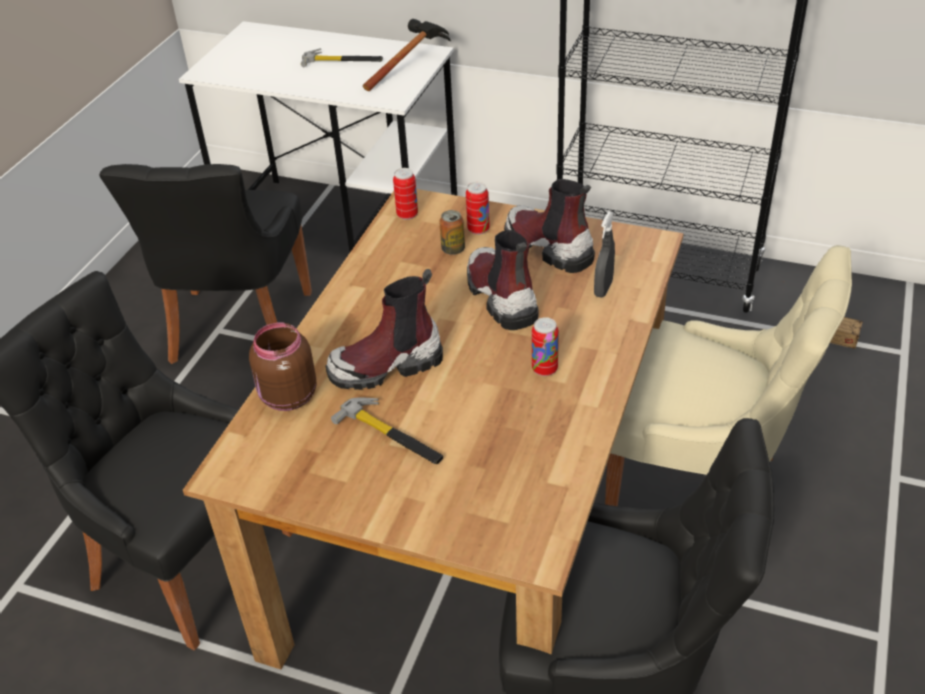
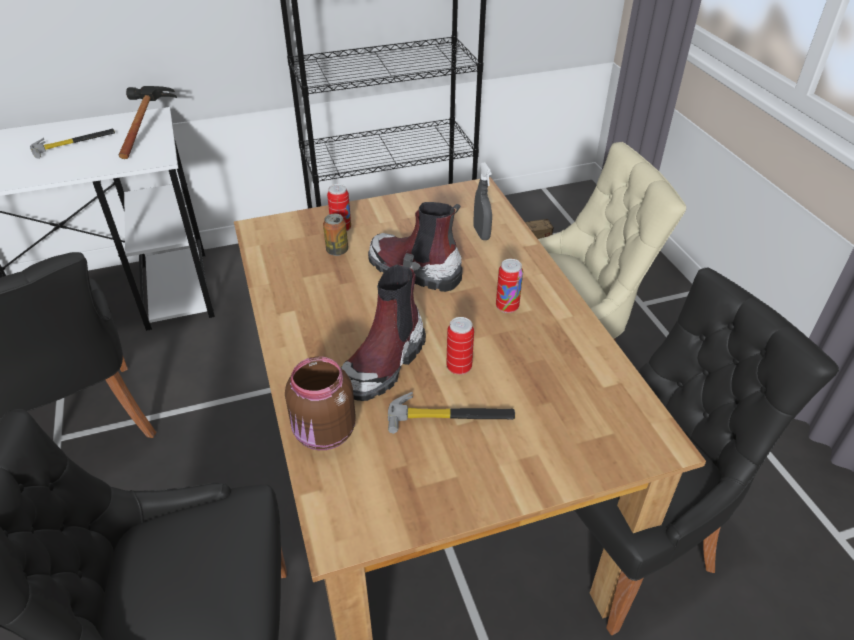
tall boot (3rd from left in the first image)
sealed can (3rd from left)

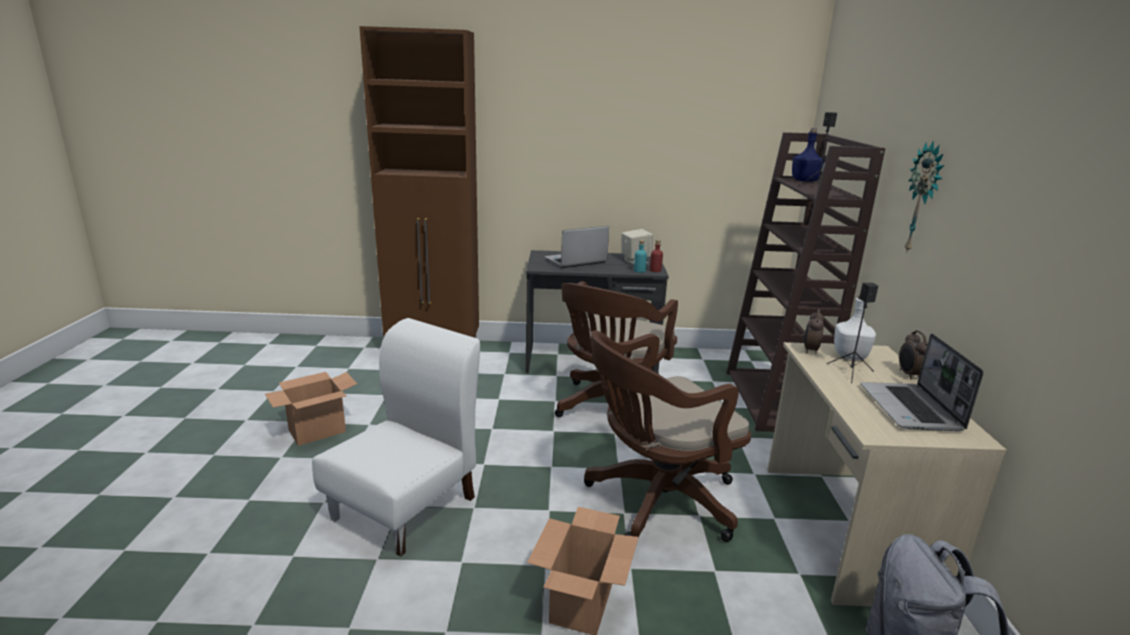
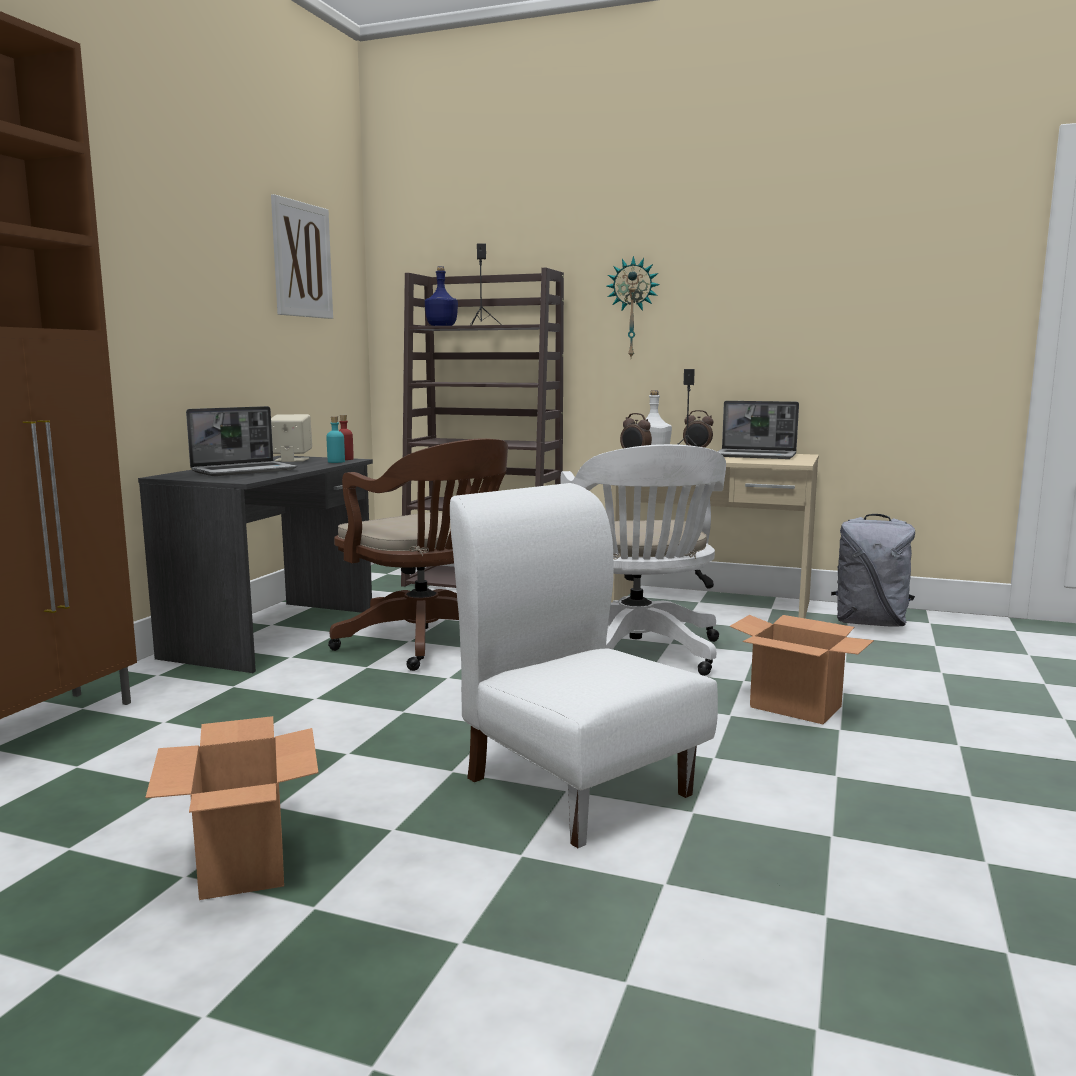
wall picture
white-coloured desk chair
notebook computer (1st from left)

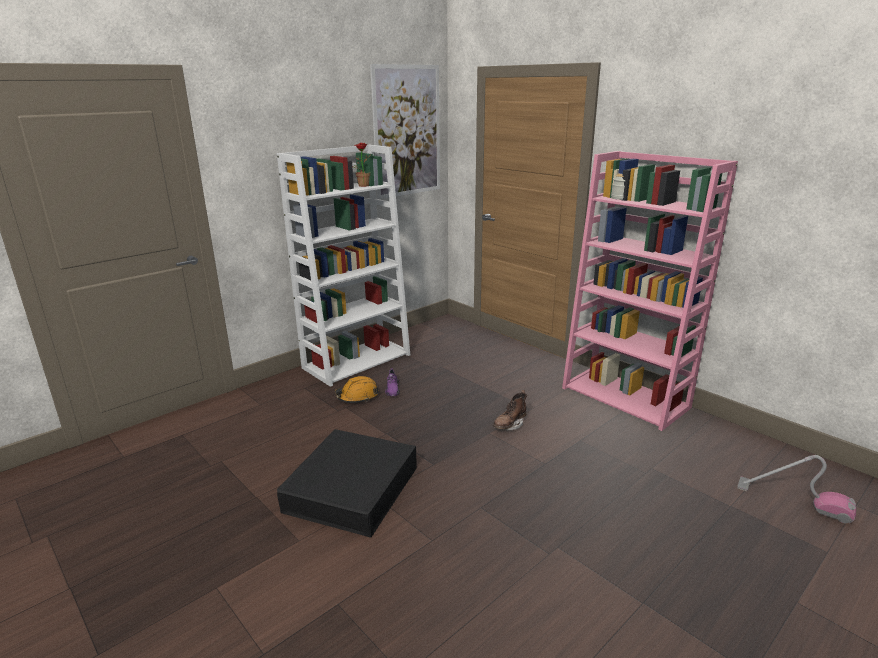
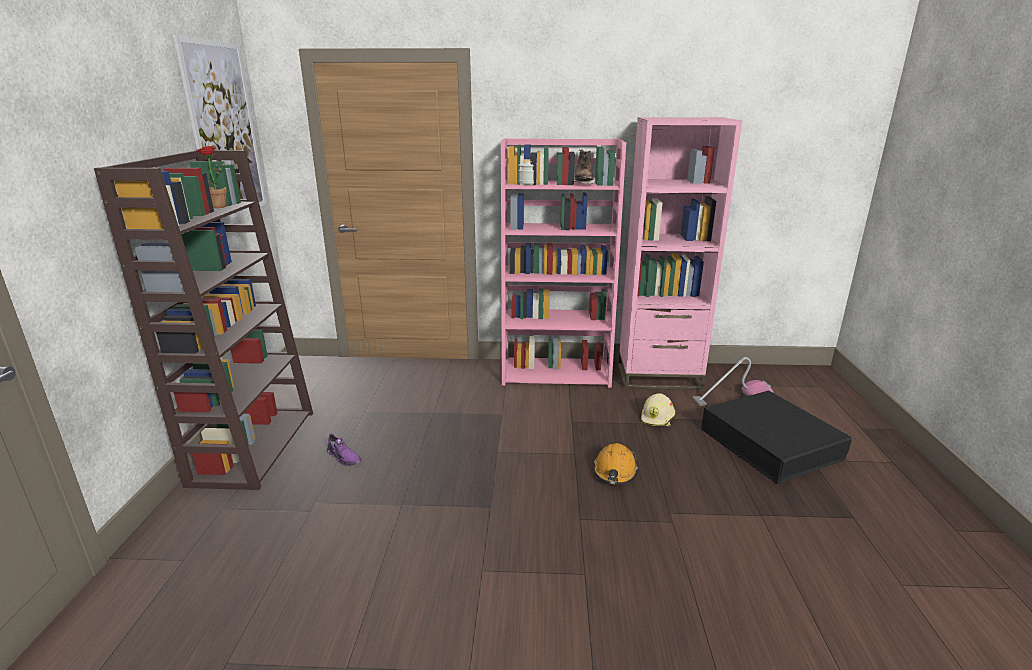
pinkish bookshelf (2nd from left)
beige-coloured work helmet
black-coloured storage box
orangey work helmet
brown-coloured tall boot
brown-coloured bookshelf

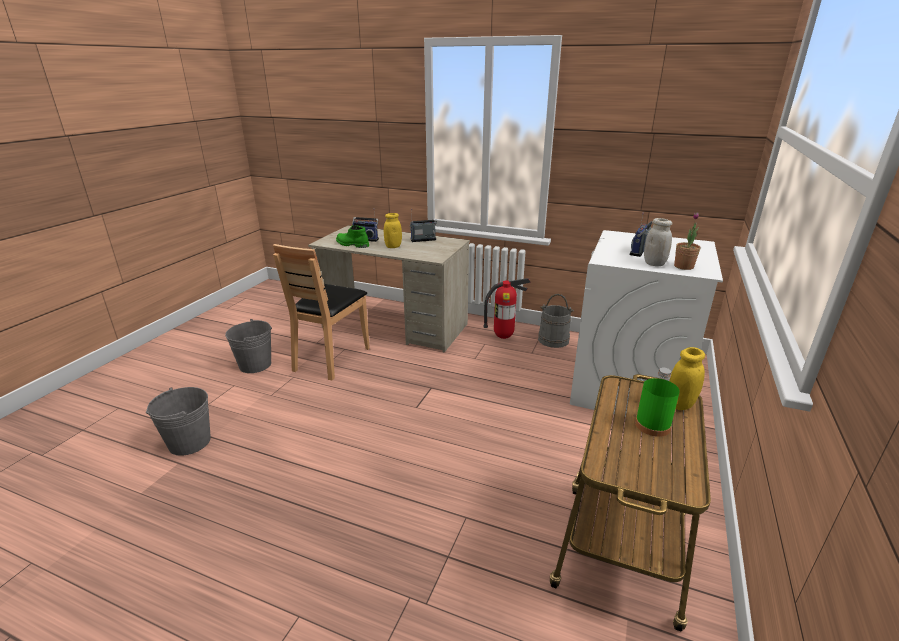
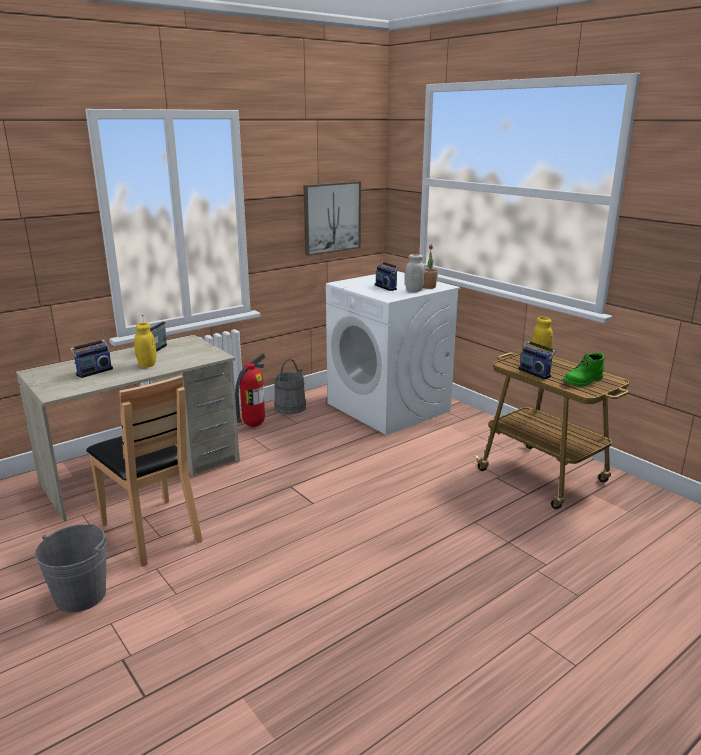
gray water bucket (1st from left in the first image)
greenish bottle
wall picture
radio receiver (4th from left)
greenish tall boot

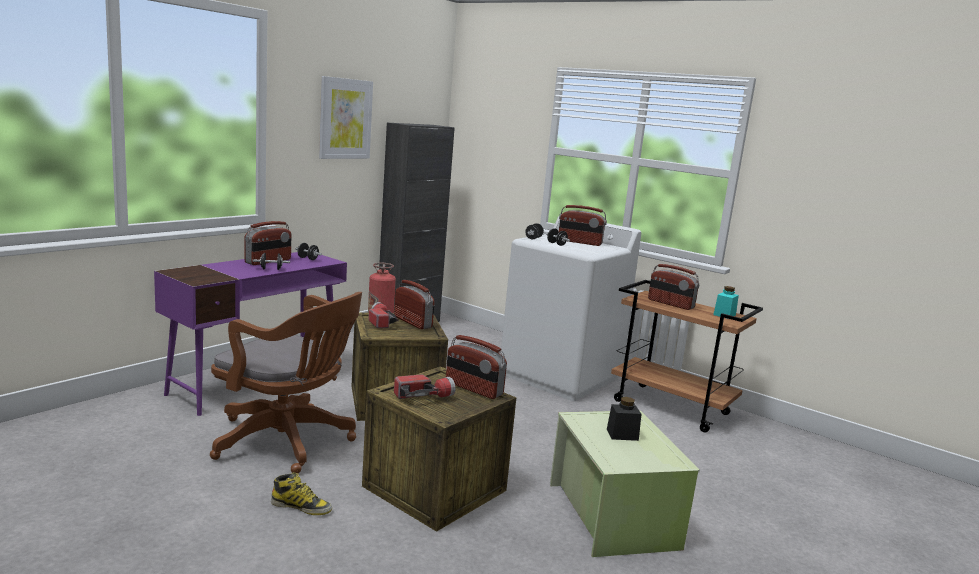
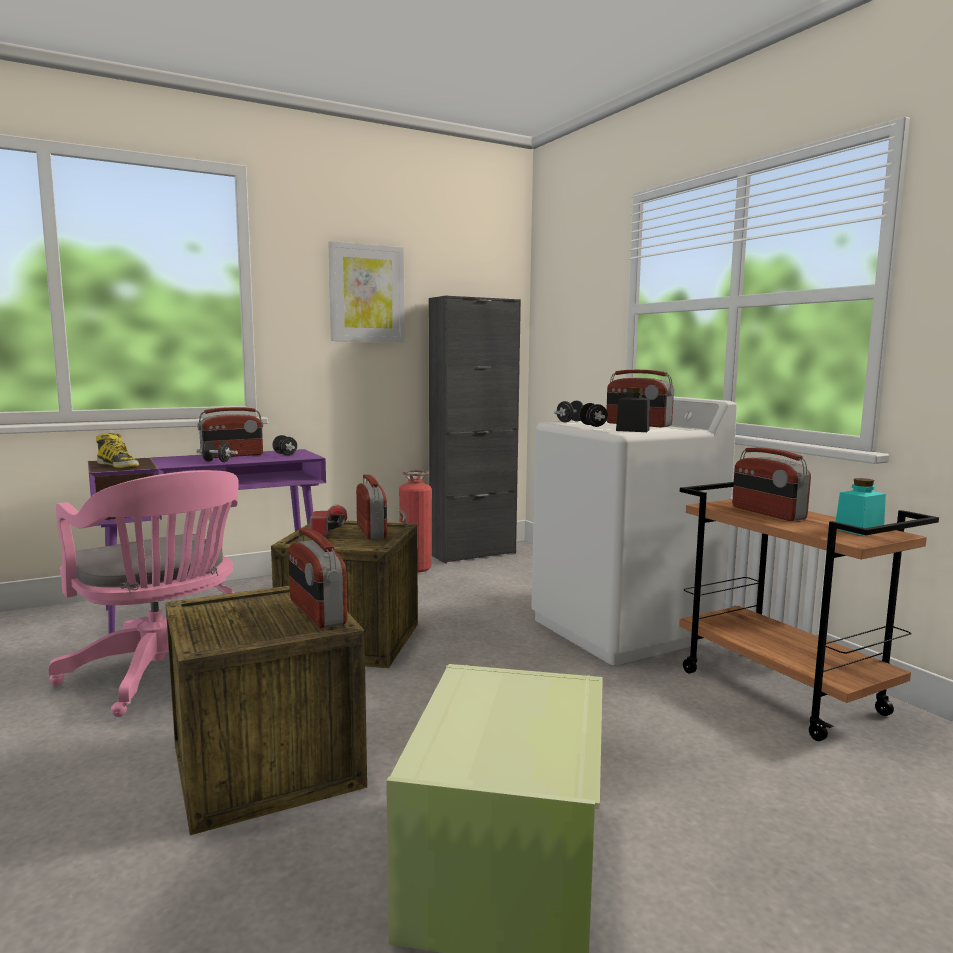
flashlight (2nd from left in the first image)
tall boot
black-coloured preserve jar
pinkish desk chair

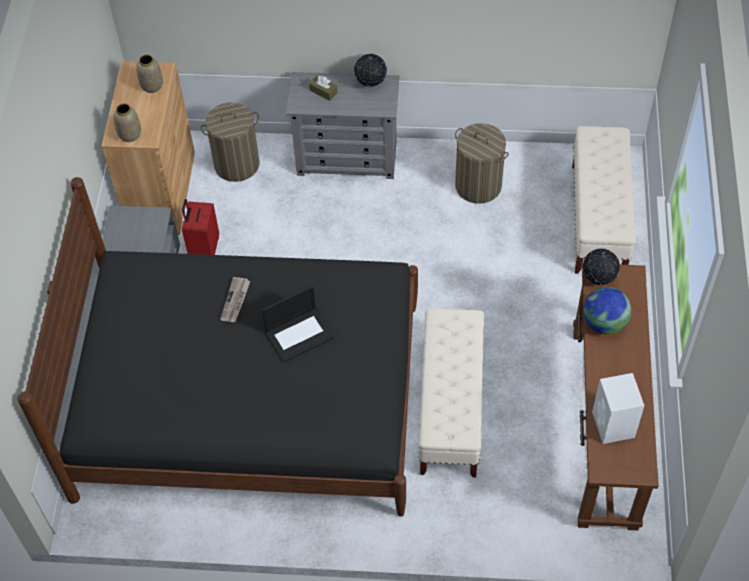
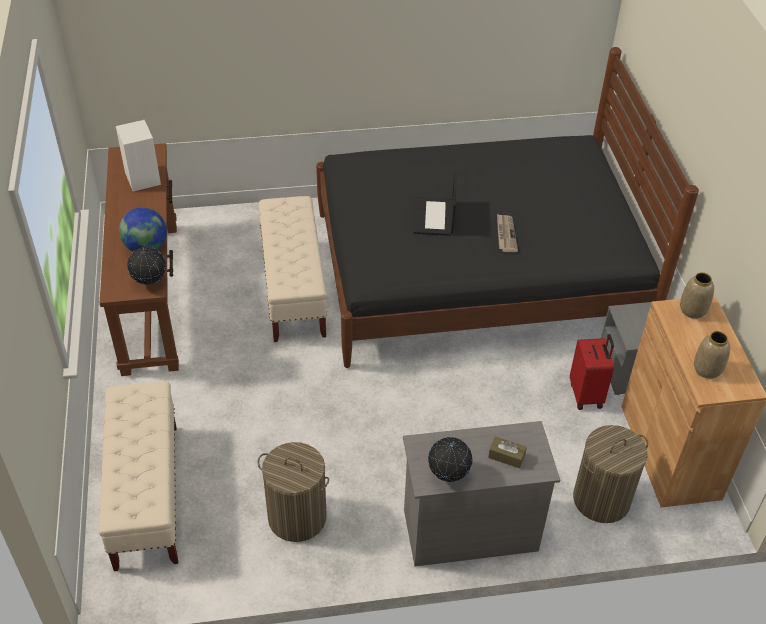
notebook computer

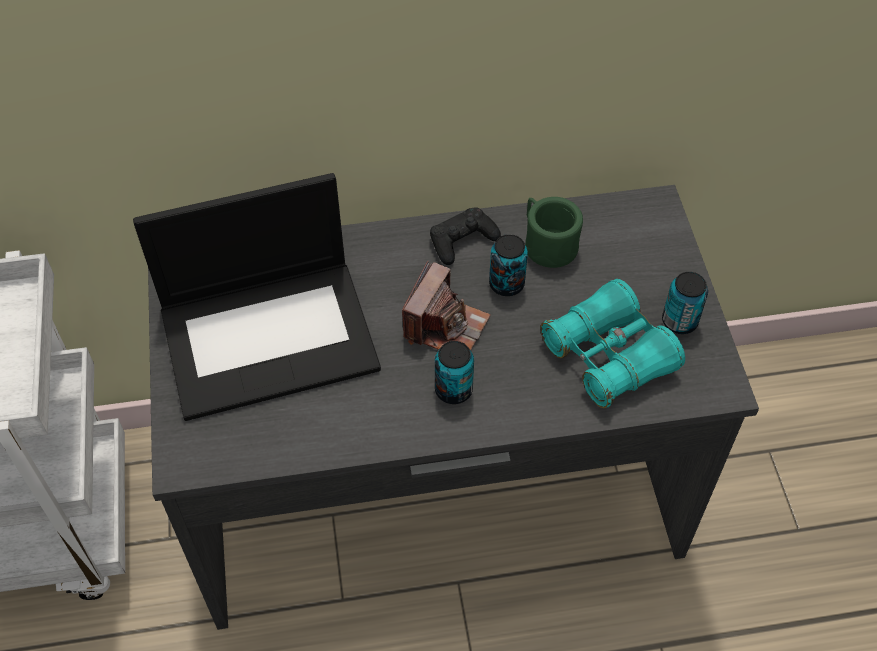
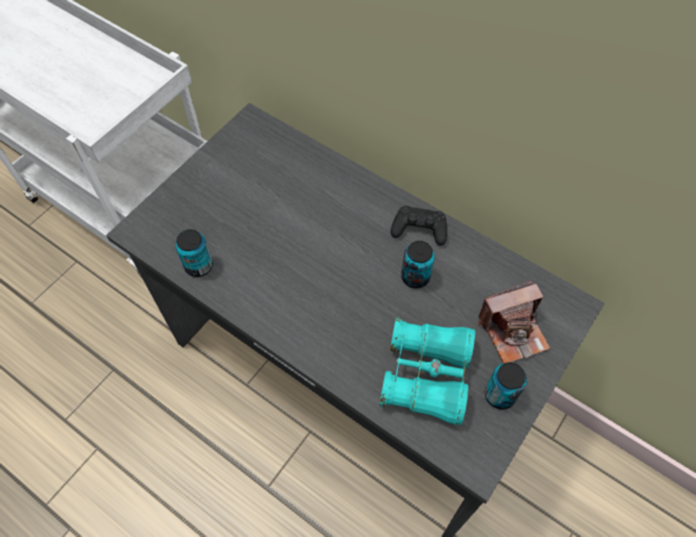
notebook computer
greenish mug
still camera
sealed can (1st from left)

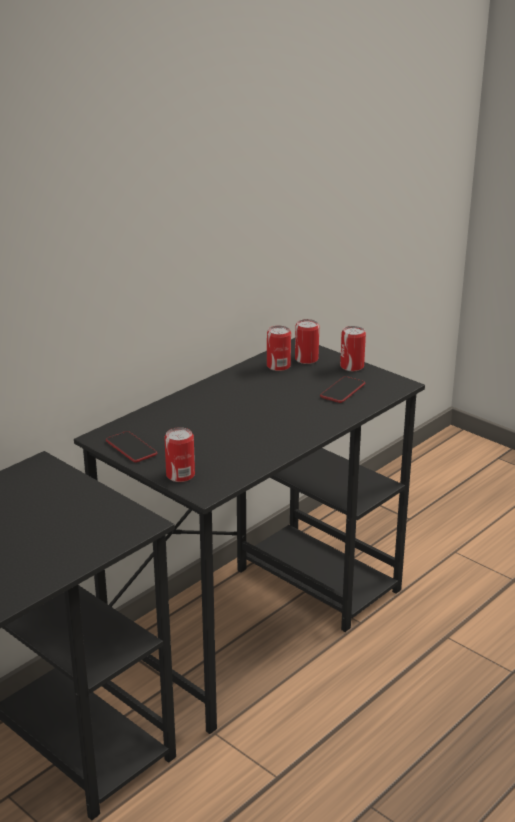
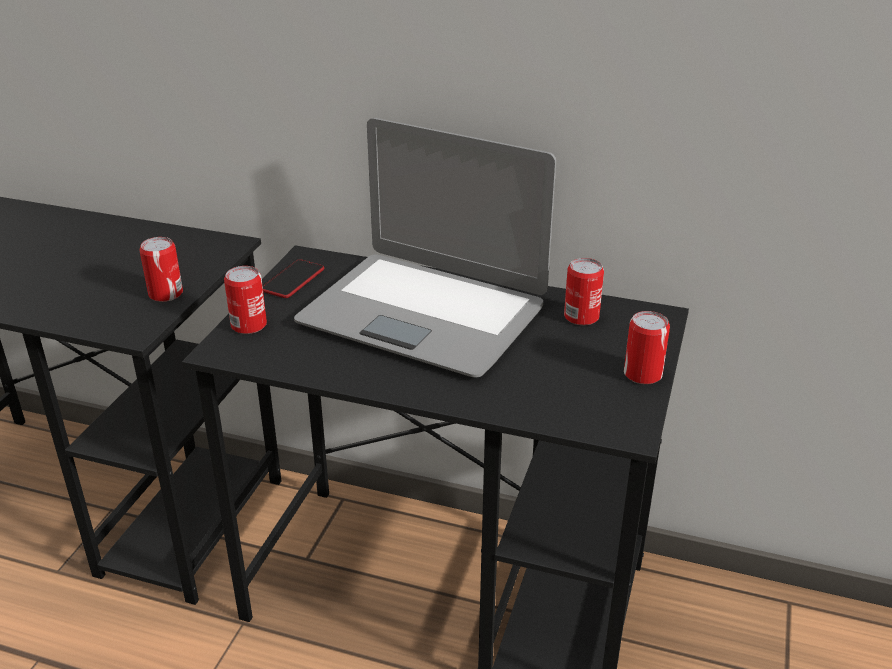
phone (2nd from left in the first image)
notebook computer
sealed can (1st from left)

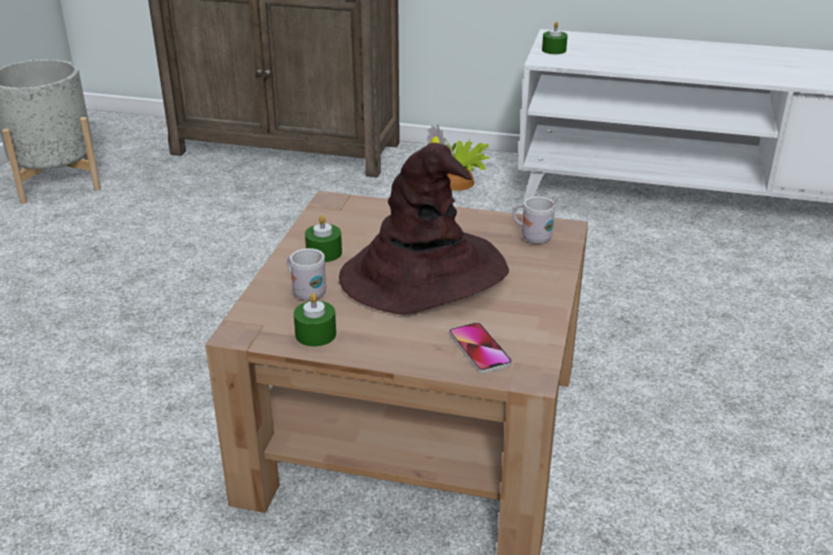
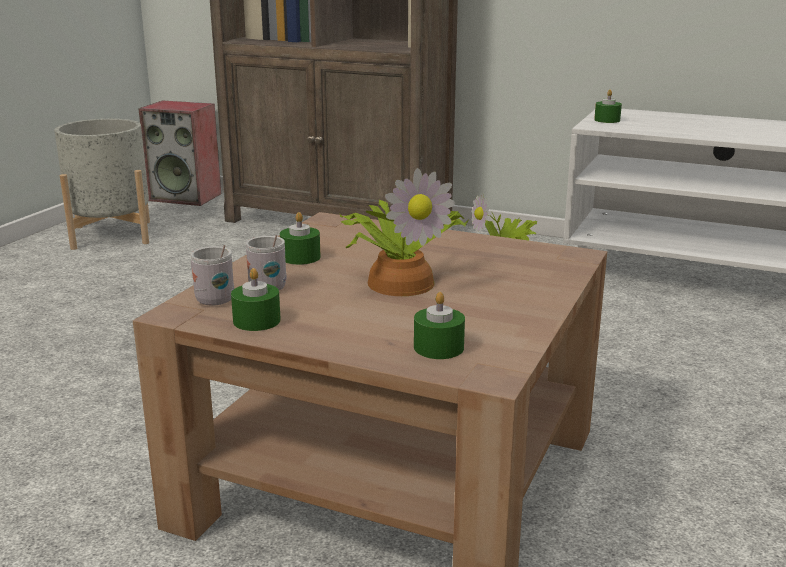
speaker
white-coloured mug (1st from left)
houseplant (1st from left)
greenish wax candle (3rd from left)

